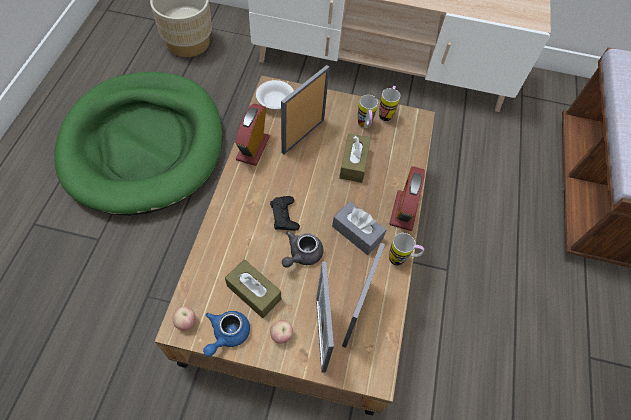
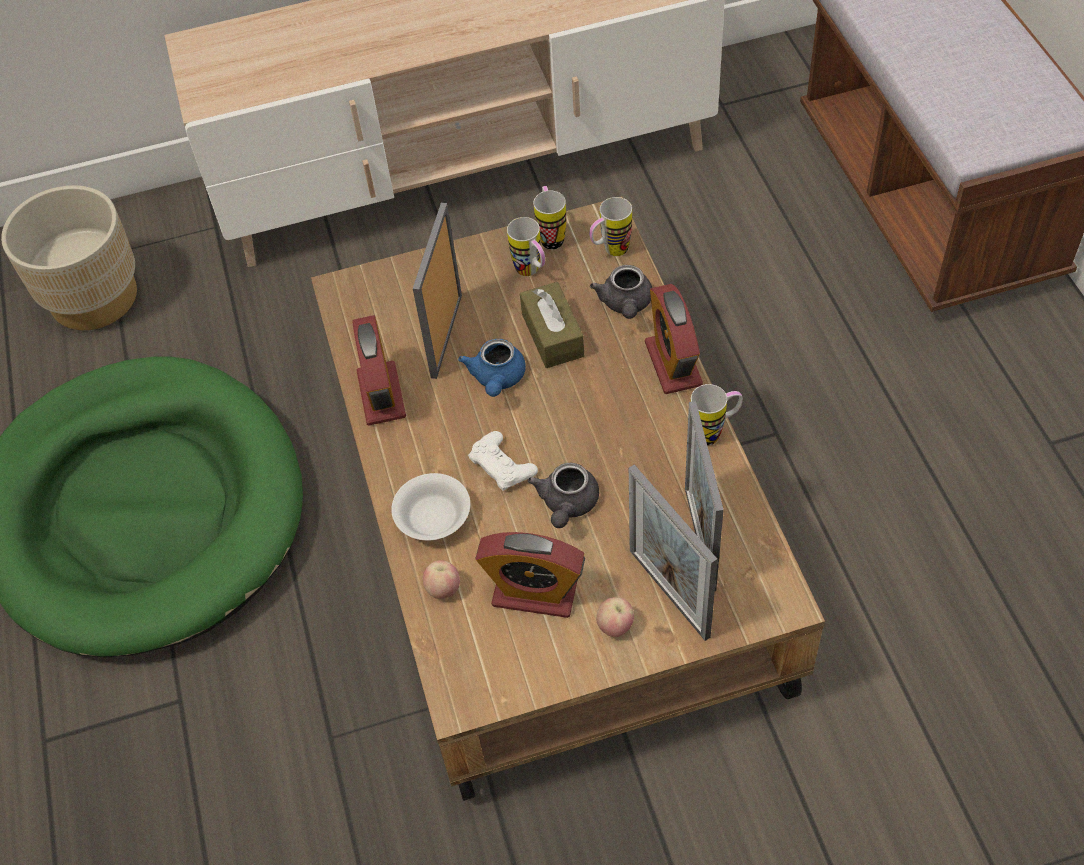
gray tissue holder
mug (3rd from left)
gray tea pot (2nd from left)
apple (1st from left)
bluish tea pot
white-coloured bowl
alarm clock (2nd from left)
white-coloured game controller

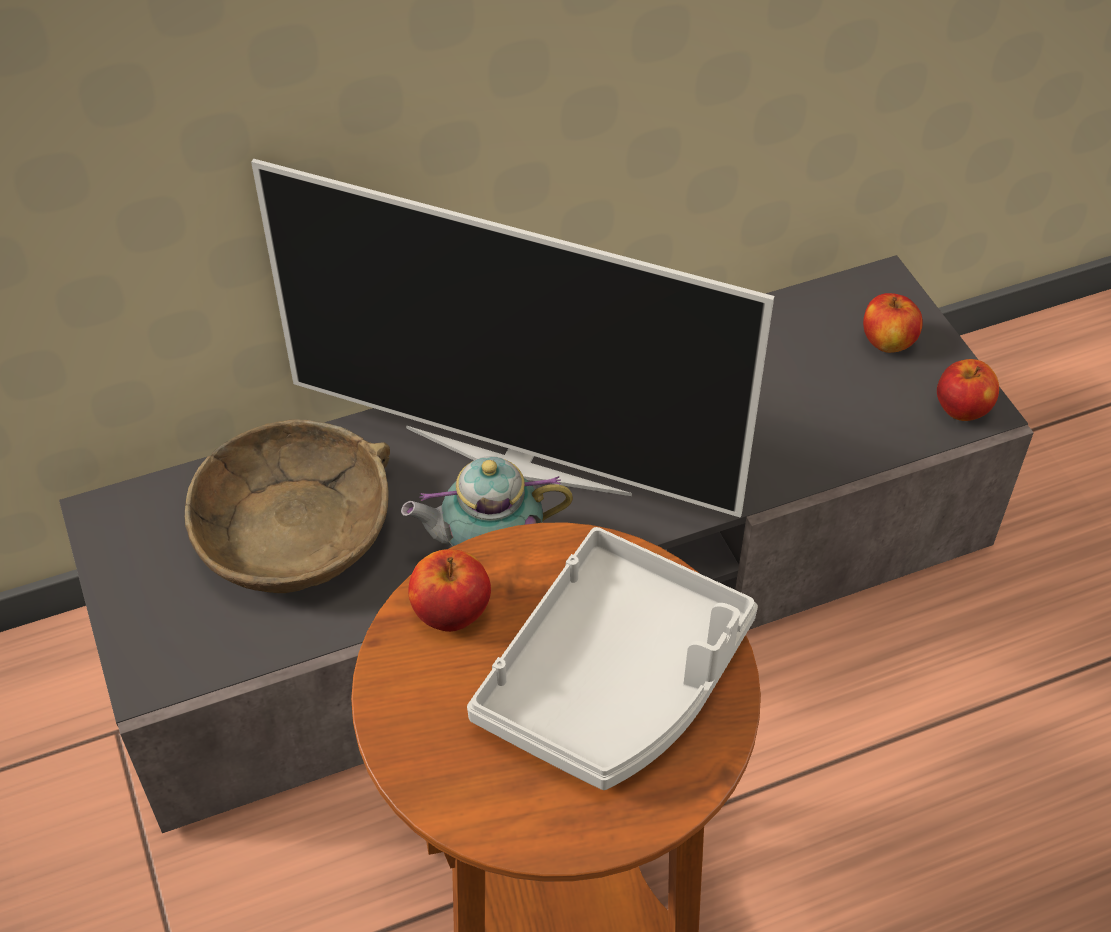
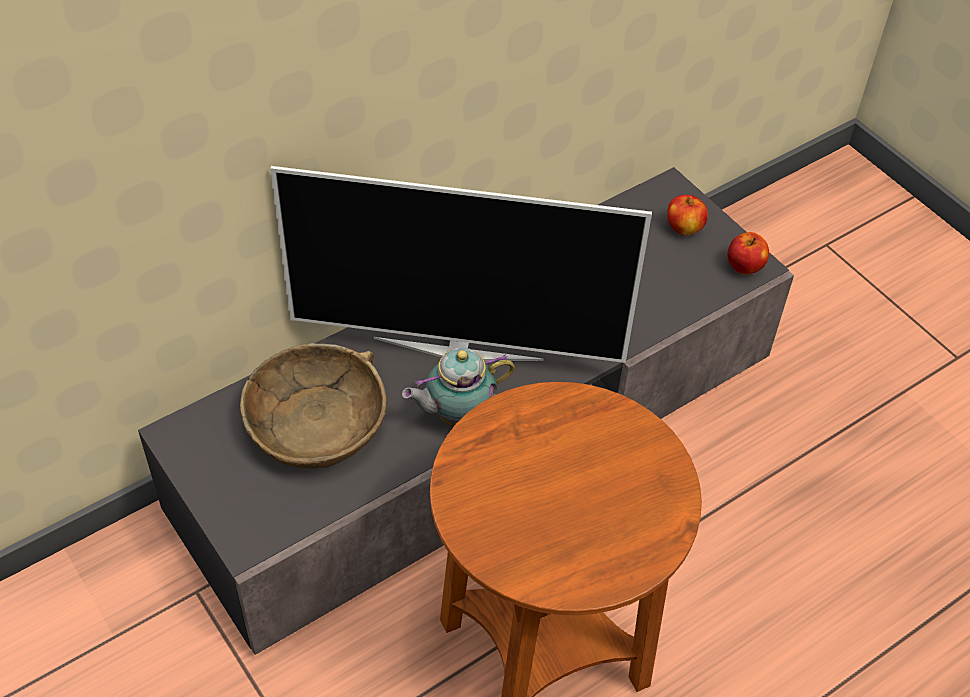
apple (1st from left in the first image)
gray carrying tray

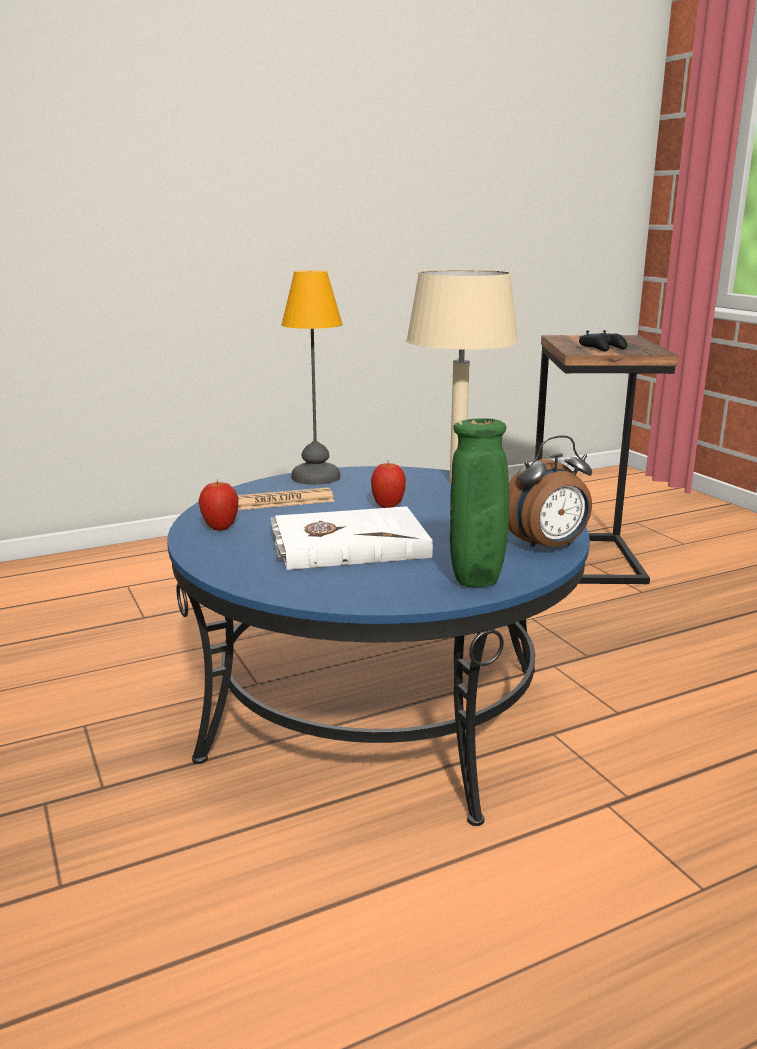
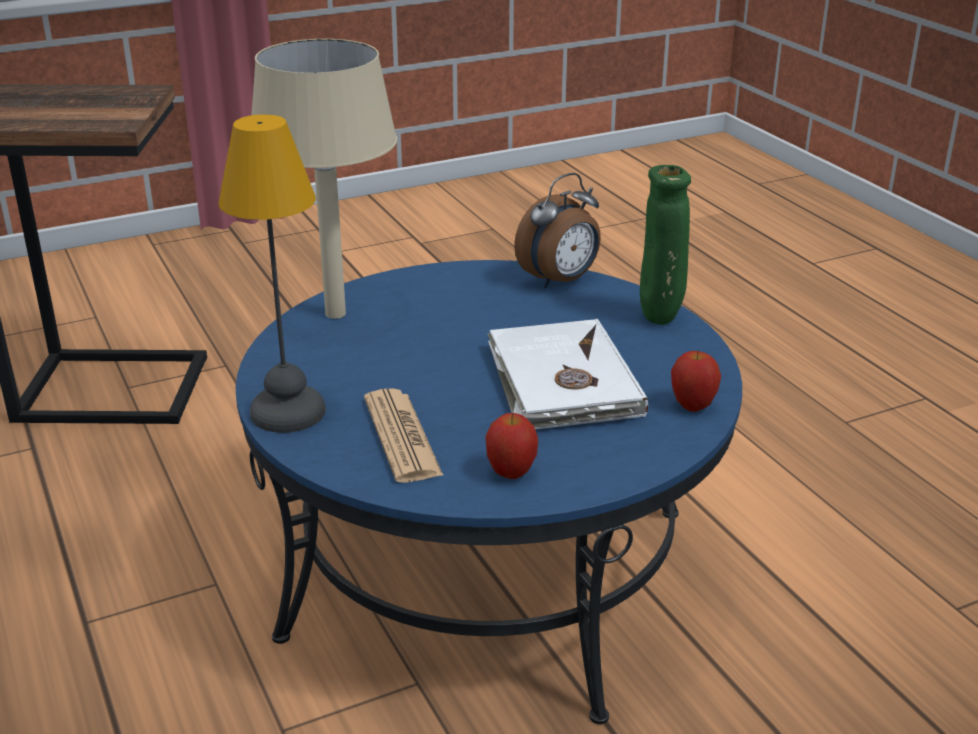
black-coloured game controller
apple (2nd from left)
alarm clock

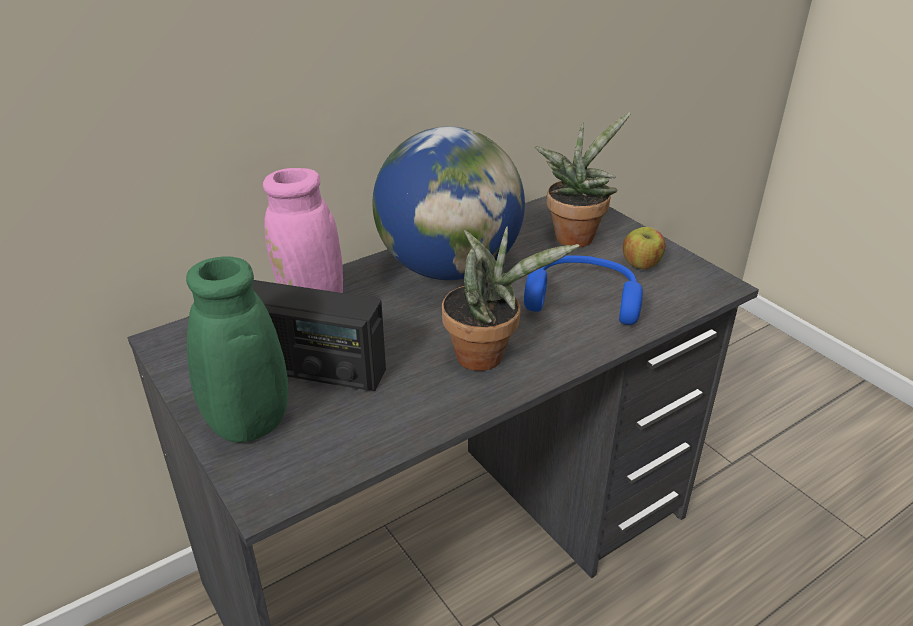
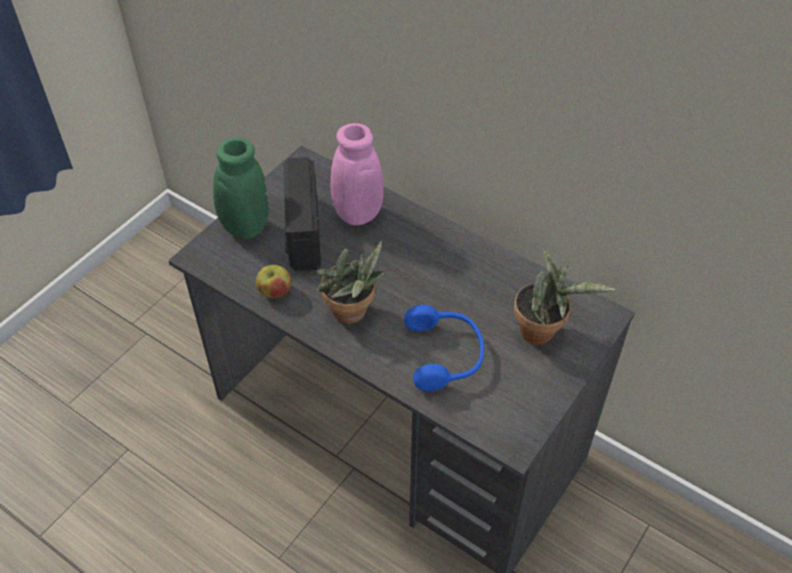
globe
apple

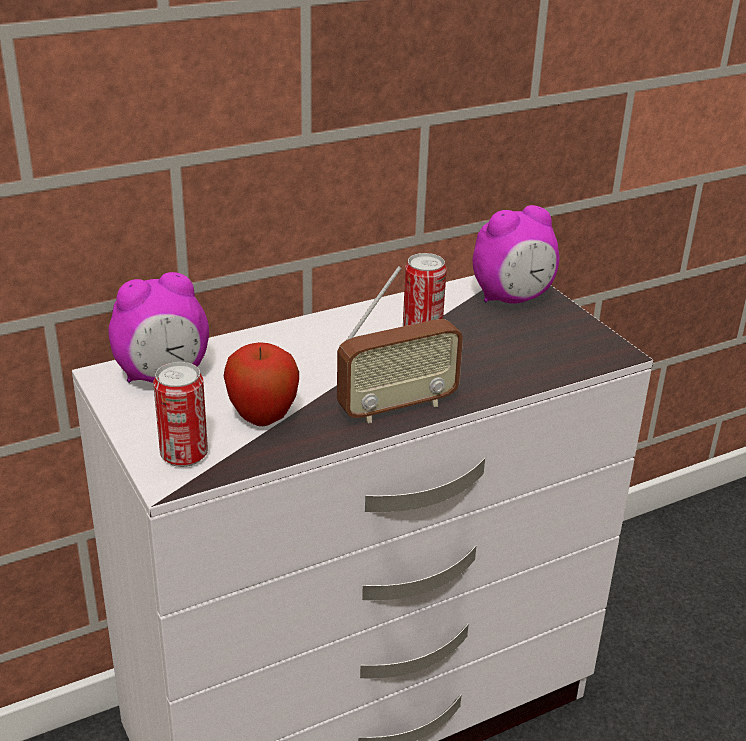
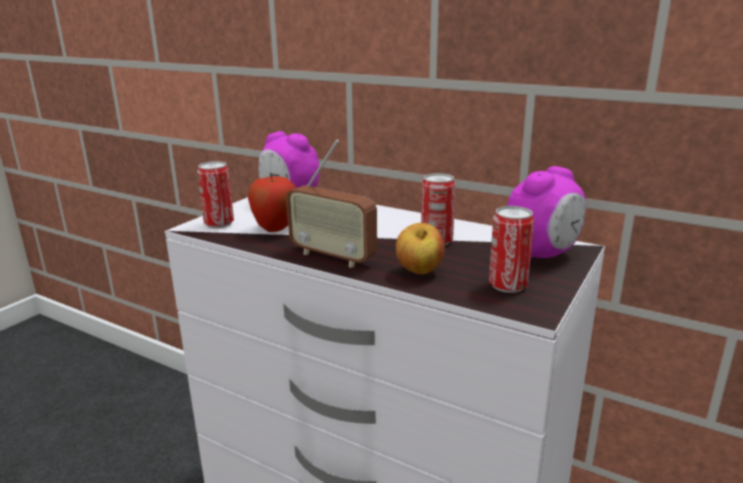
apple (2nd from left)
sealed can (3rd from left)
alarm clock (2nd from left)

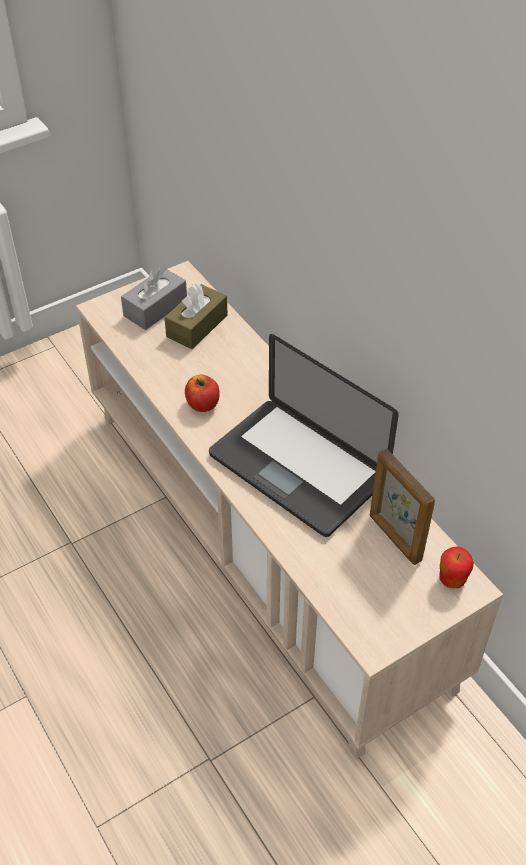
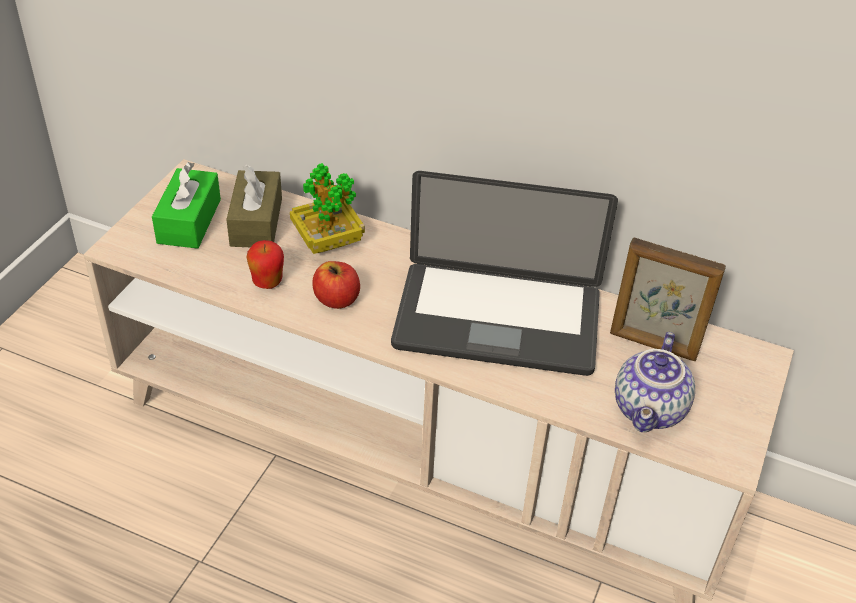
houseplant
tea pot
apple (1st from left)
greenish tissue holder

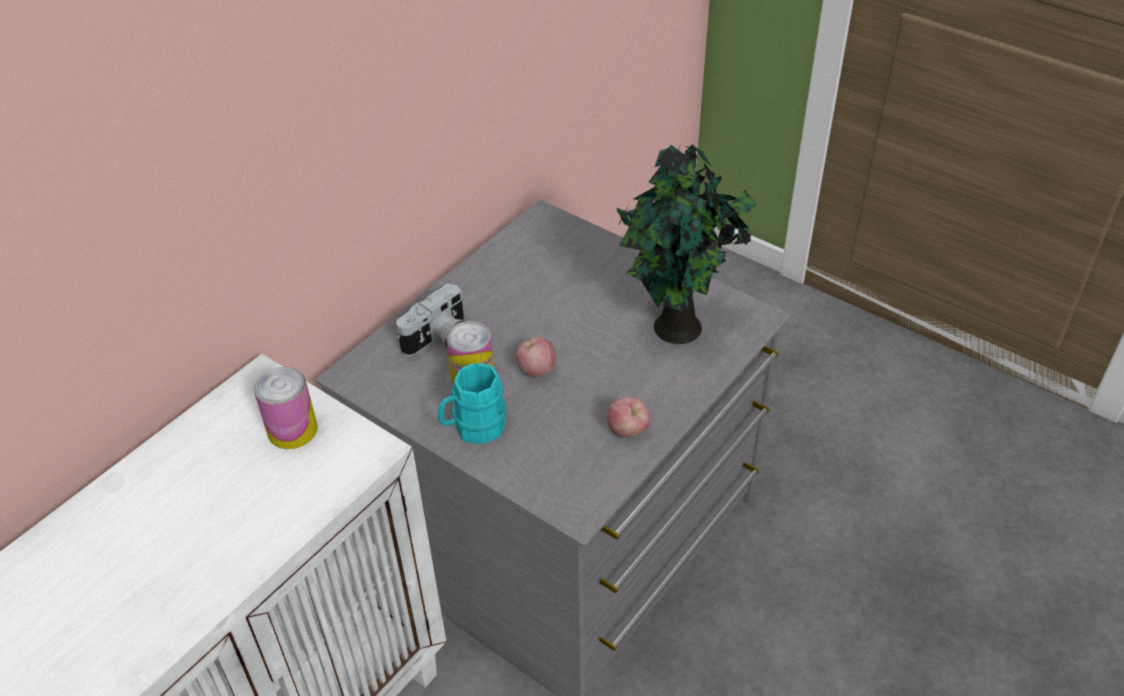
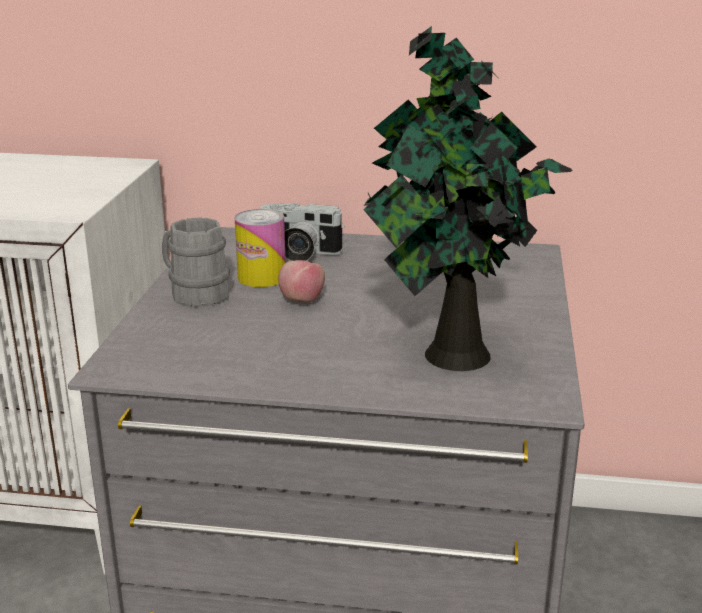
sealed can (1st from left in the first image)
apple (2nd from left in the first image)
gray mug

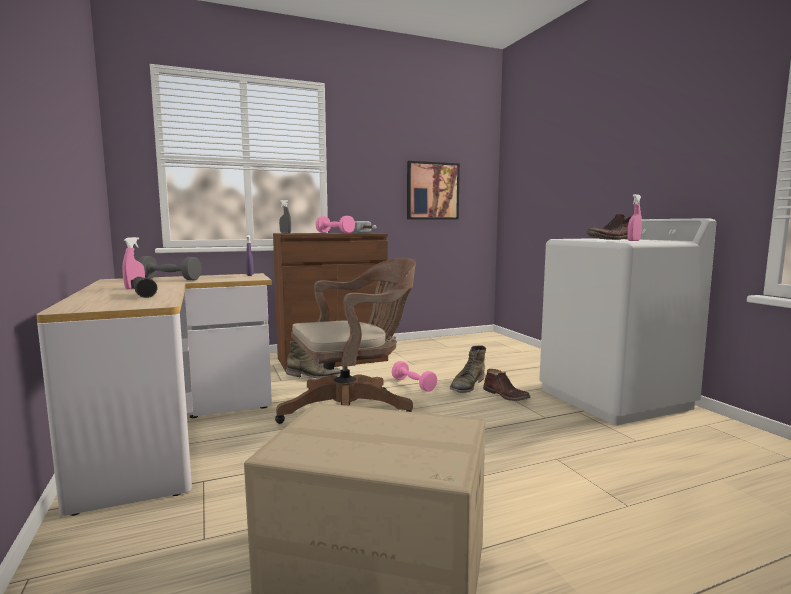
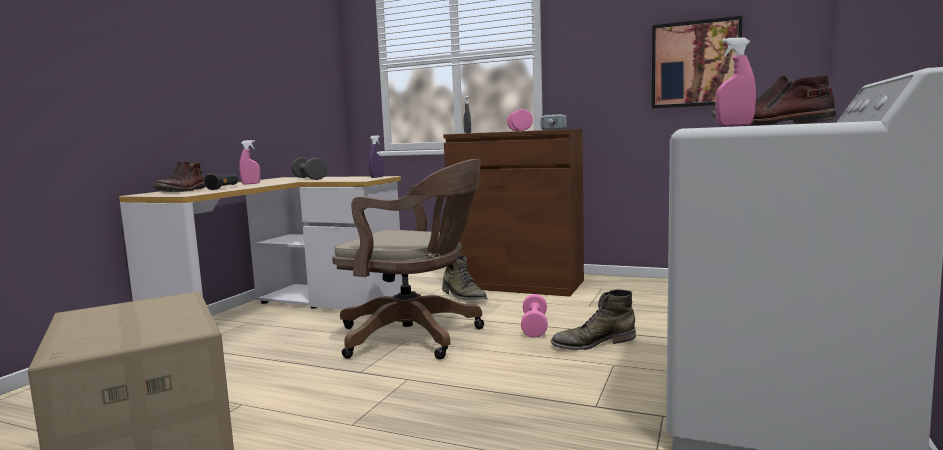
brown-coloured tall boot (1st from left)

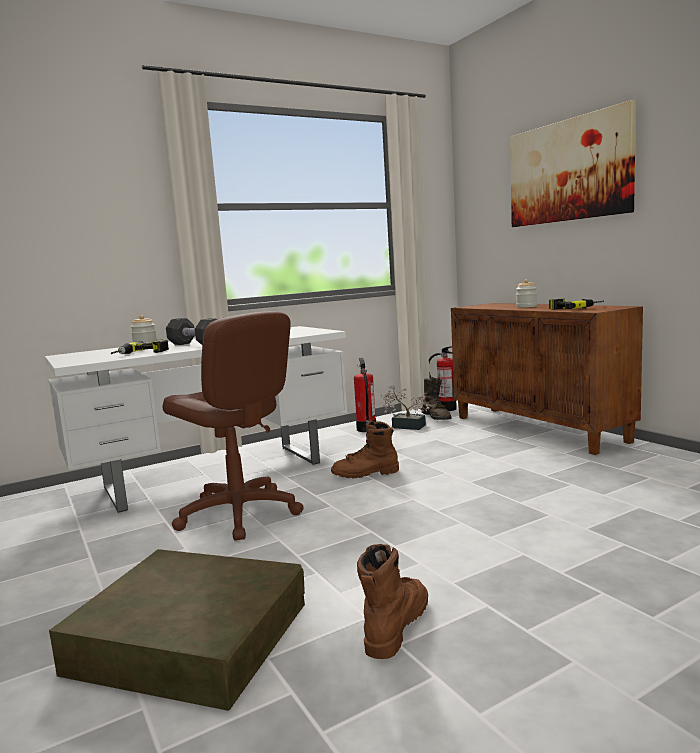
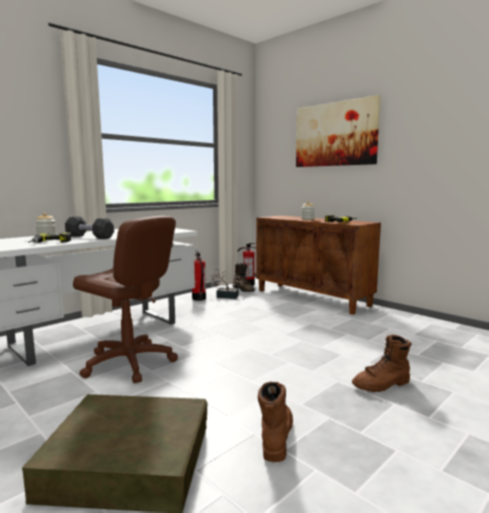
brown-coloured tall boot (3rd from left)

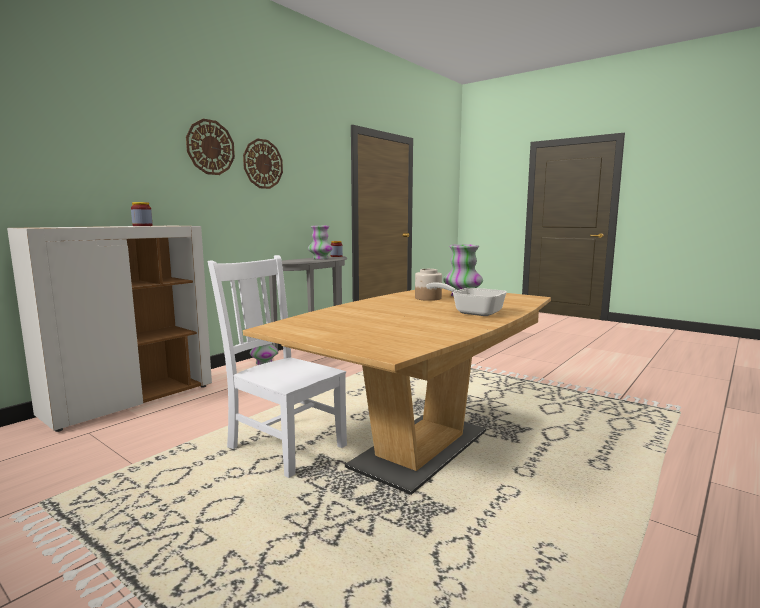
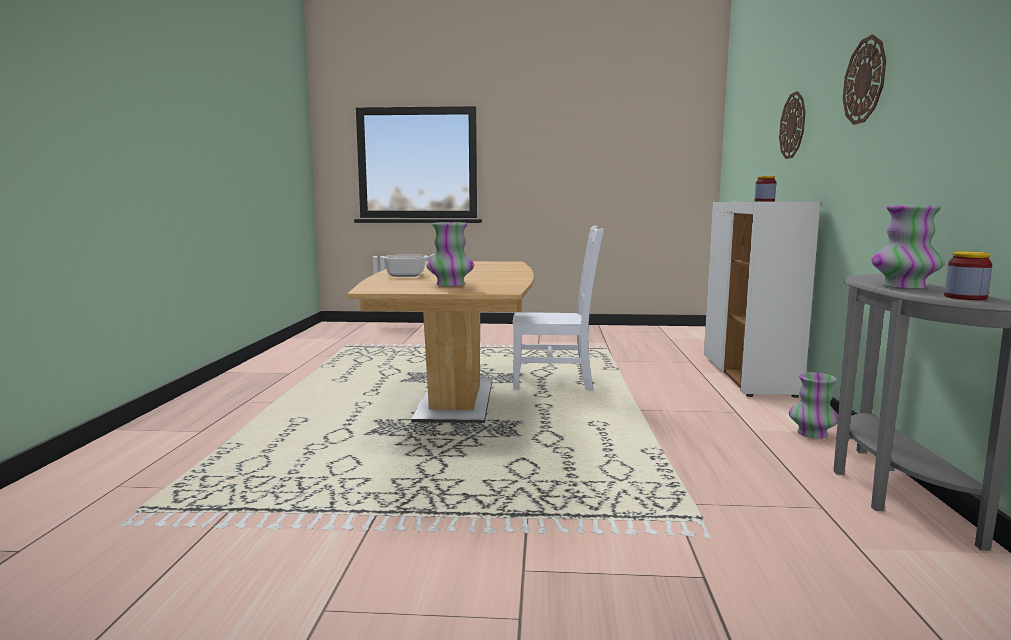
preserve jar (3rd from left in the first image)
wall clock (1st from left)

